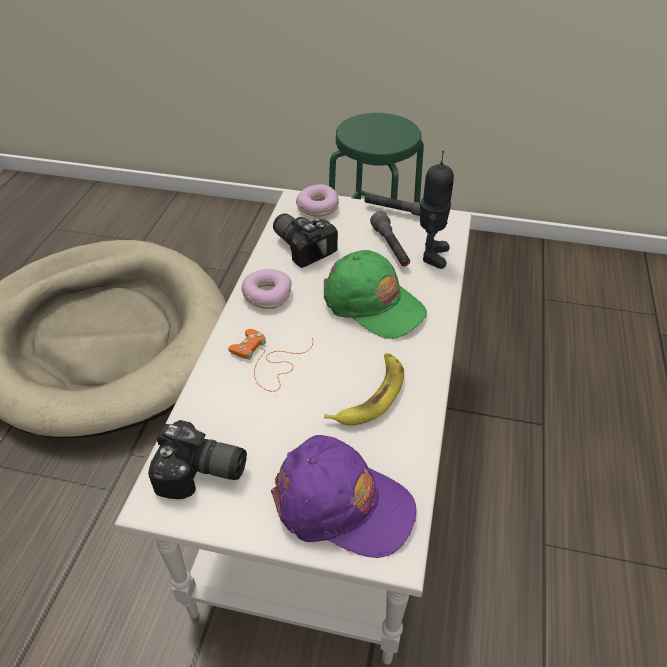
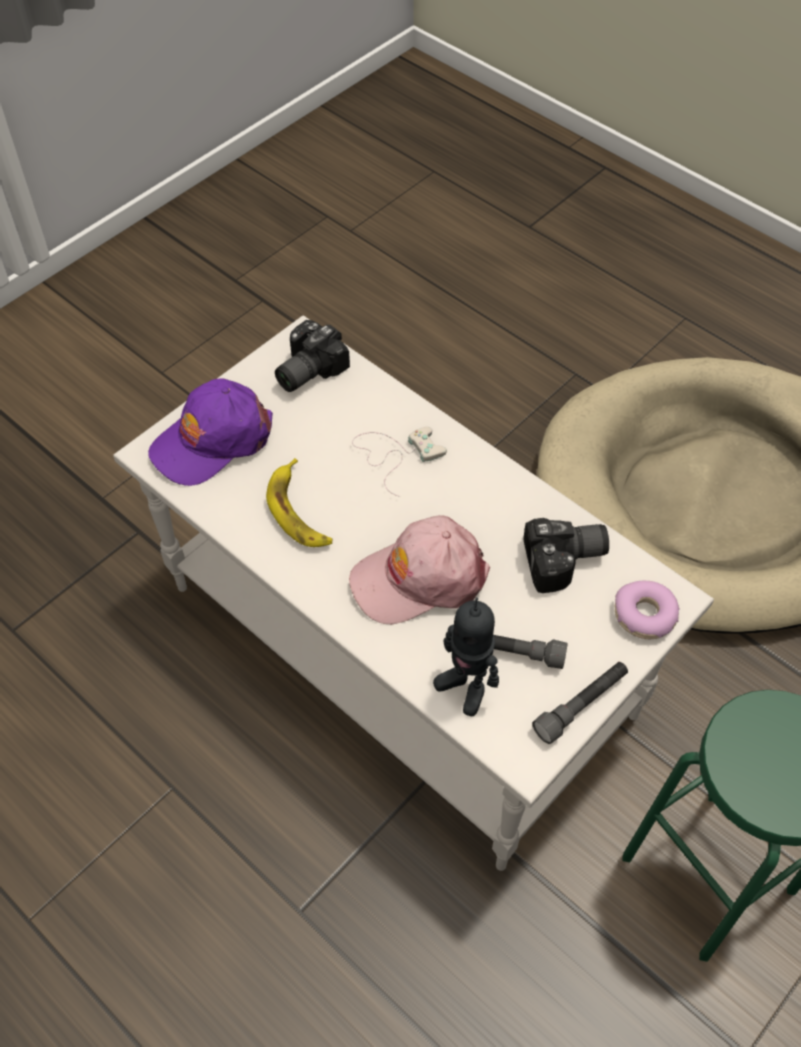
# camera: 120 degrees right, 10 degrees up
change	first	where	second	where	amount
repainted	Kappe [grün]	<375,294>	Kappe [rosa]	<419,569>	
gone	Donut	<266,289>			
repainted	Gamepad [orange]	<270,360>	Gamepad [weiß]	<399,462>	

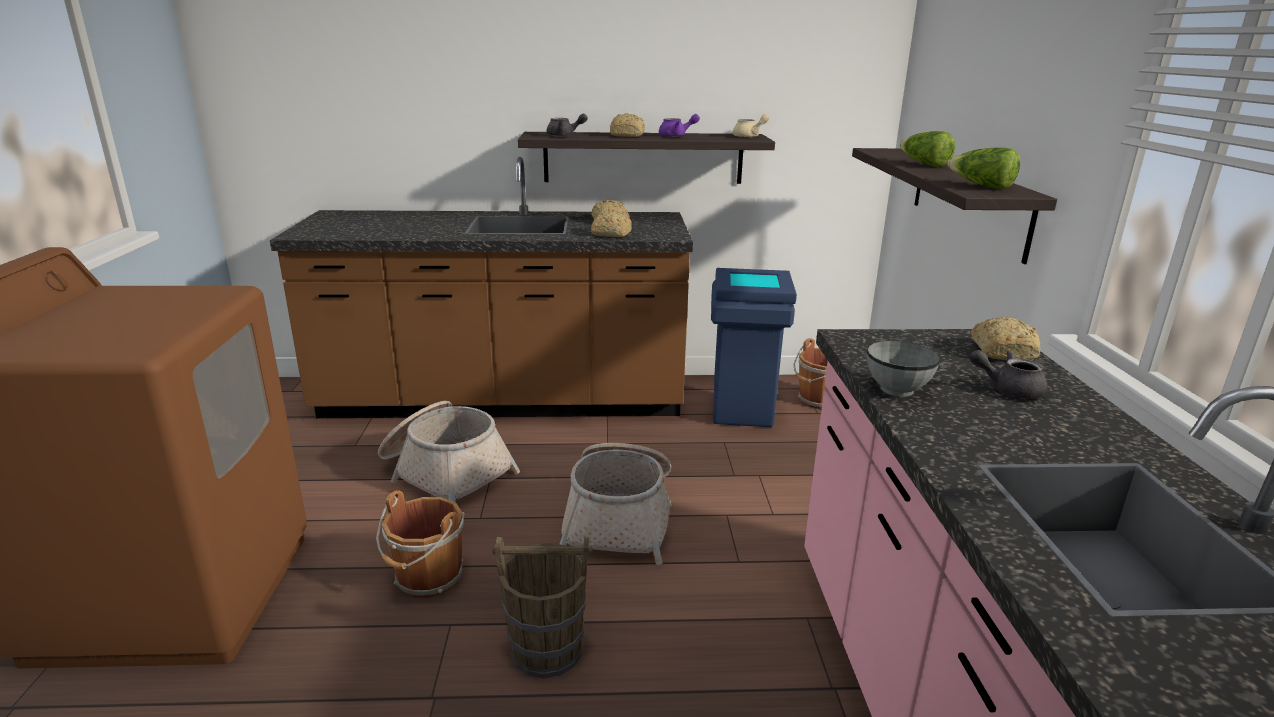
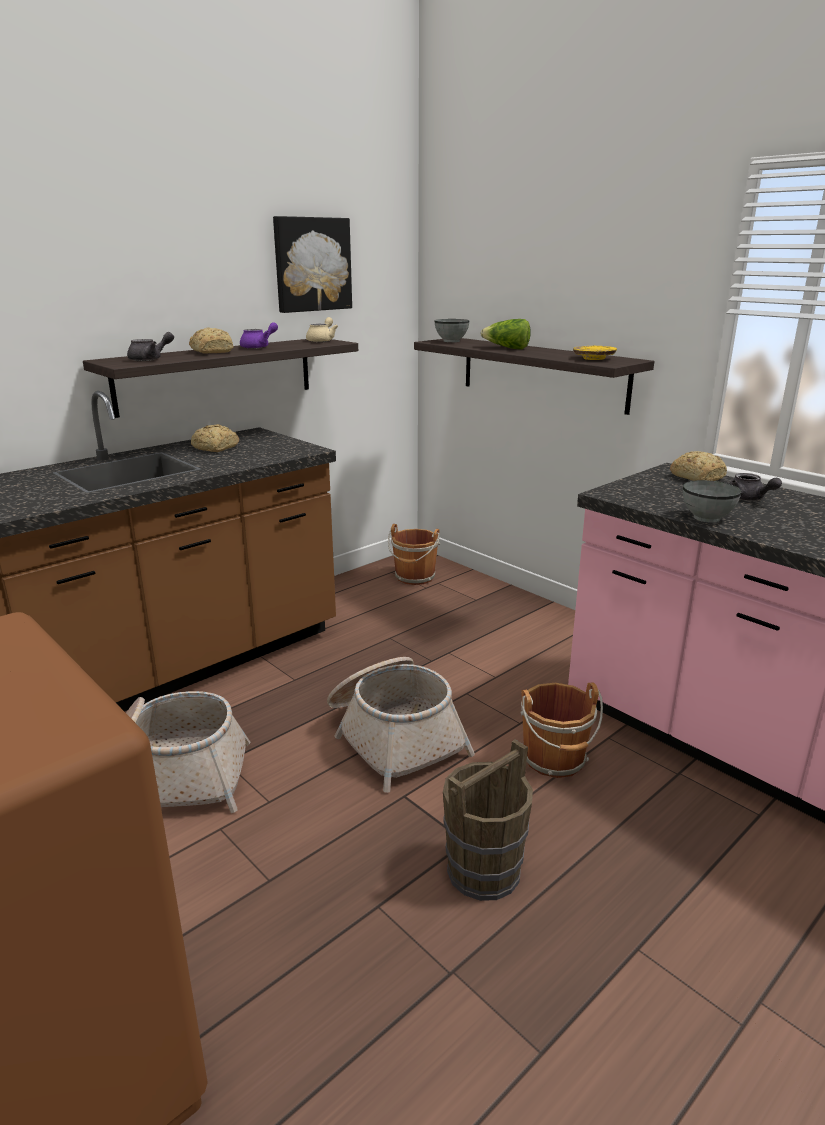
# camera: 40 degrees left, 0 degrees up
change	first	where	second	where	amount
swapped	Salatkopf	<984,168>	Teller [gelb]	<595,353>	
gone	Brot	<611,224>			
gone	Mülleimer [blau]	<754,347>			
rotated	Teekanne [grau]	<1008,374>		<755,487>	90 degrees counterclockwise
shifted	Eimer [braun]	<420,543>		<561,730>	
new			Bild	<312,264>	
new			Schüssel [grau]	<452,330>	

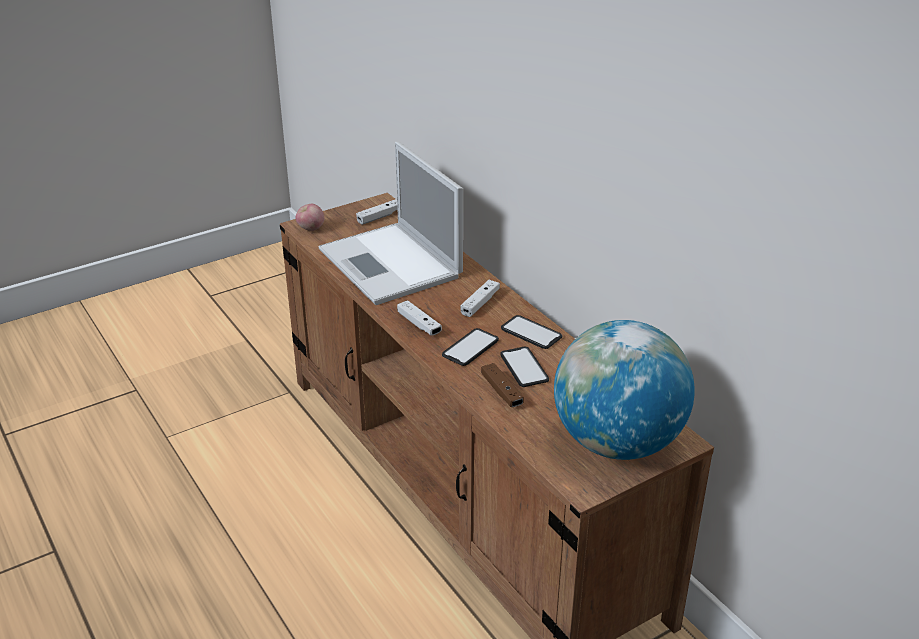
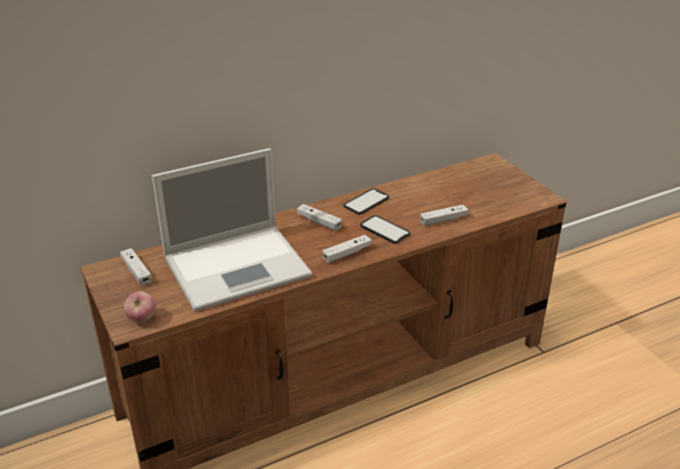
# camera: 85 degrees left, 0 degrees up
change	first	where	second	where	amount
gone	Globus	<624,390>			
gone	Handy	<524,367>			
repainted	Gamepad [braun]	<502,385>	Gamepad [weiß]	<444,215>	

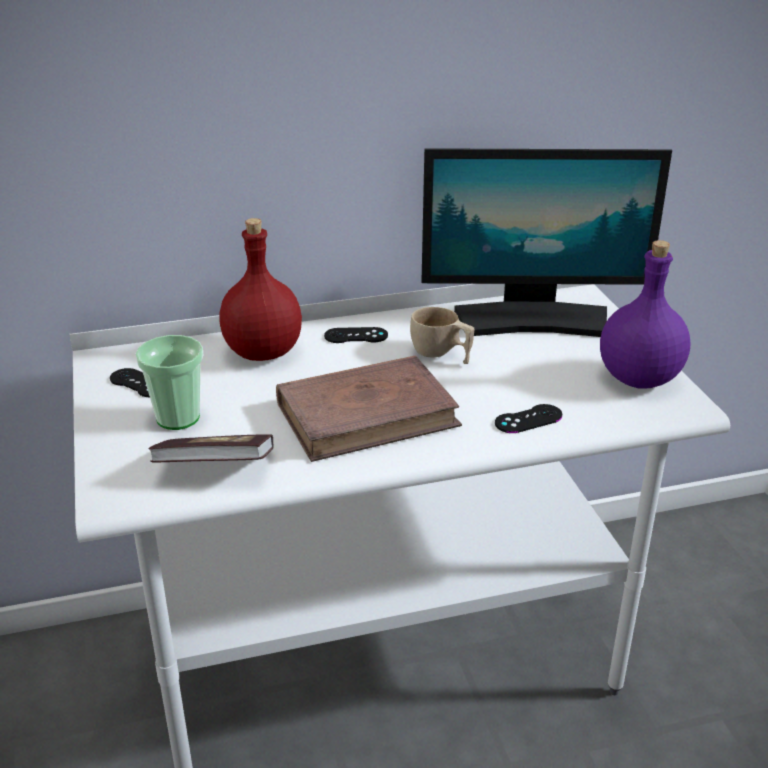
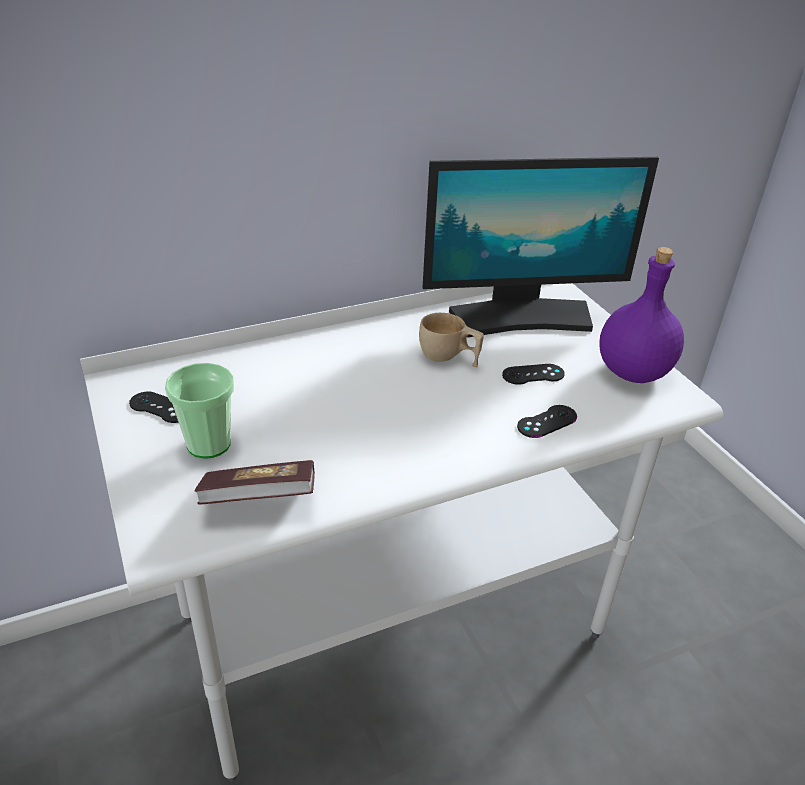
# camera: 10 degrees left, 5 degrees up
change	first	where	second	where	amount
gone	Flasche [rot]	<260,289>			
shifted	Gamepad [schwarz]	<356,335>		<533,374>	
gone	Buch [braun]	<369,408>			

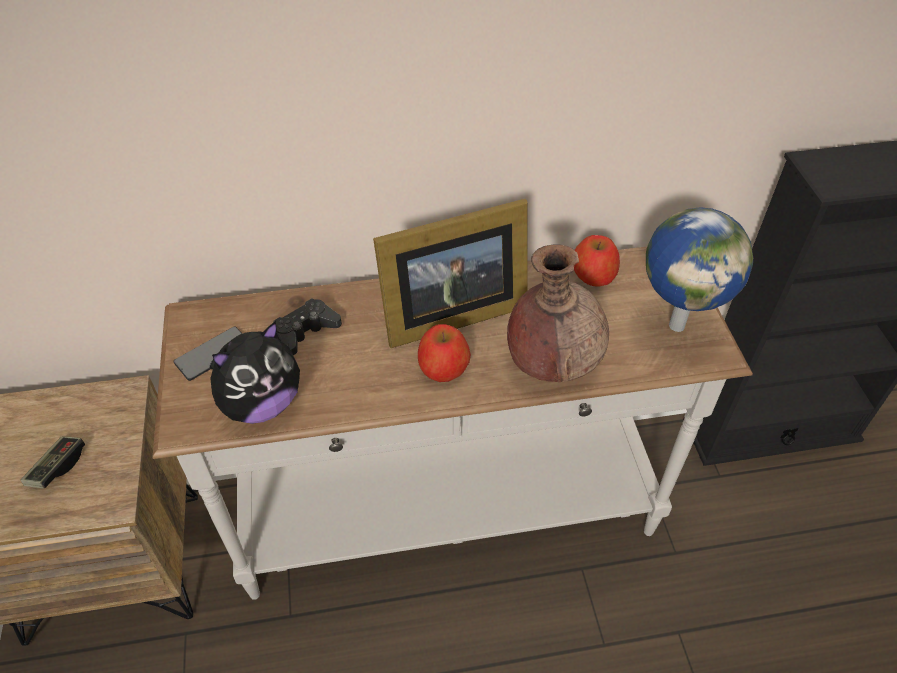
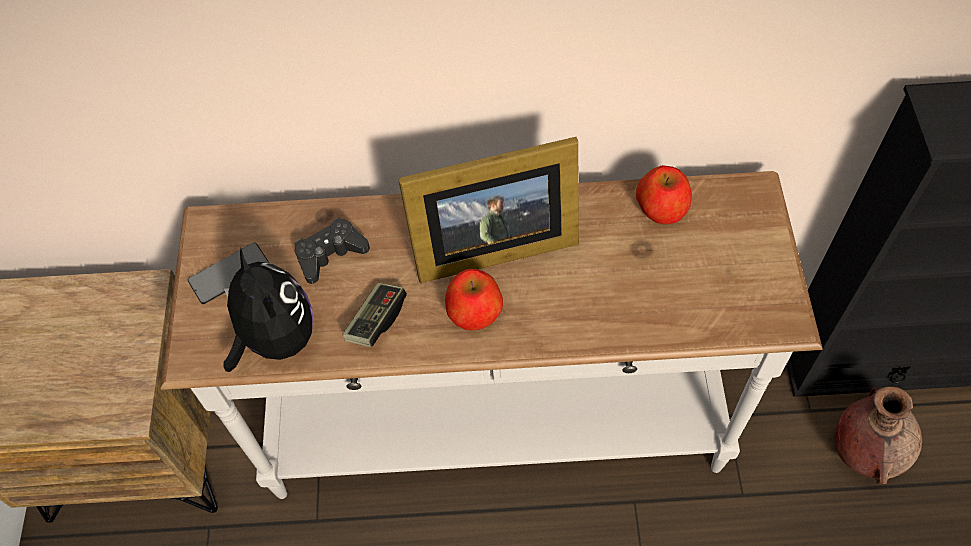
# camera: 10 degrees right, 10 degrees up
change	first	where	second	where	amount
gone	Globus	<699,270>			
shifted	Vase [braun]	<558,313>		<878,435>	
rotated	Plüschtier	<255,372>		<268,310>	90 degrees counterclockwise
shifted	Gamepad	<53,462>		<374,315>	

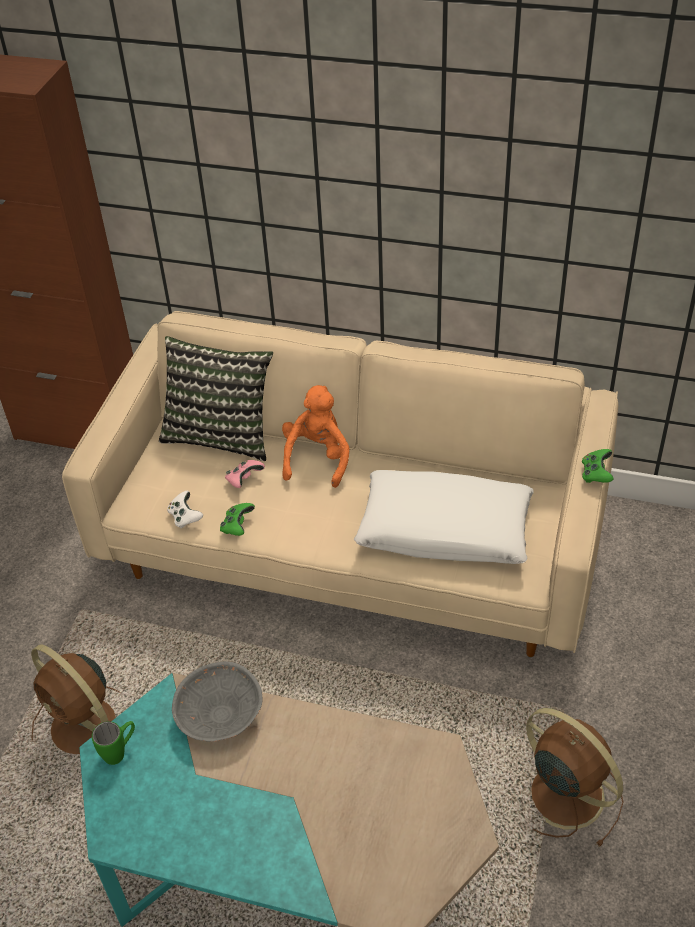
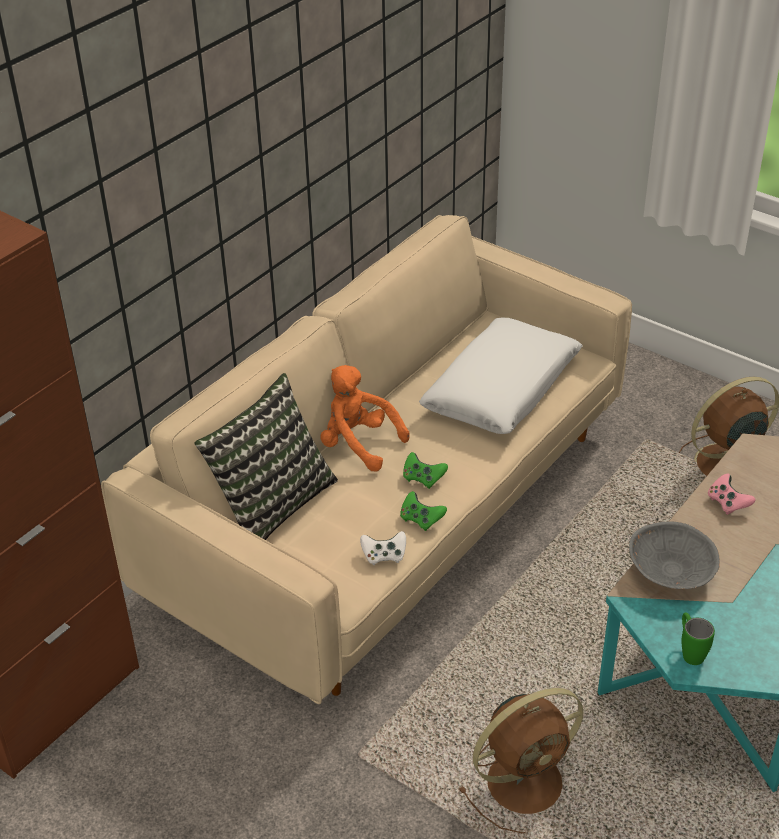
# camera: 70 degrees left, 5 degrees down
change	first	where	second	where	amount
shifted	Gamepad [grün]	<597,466>		<425,470>	
shifted	Gamepad [rosa]	<245,474>		<732,494>	

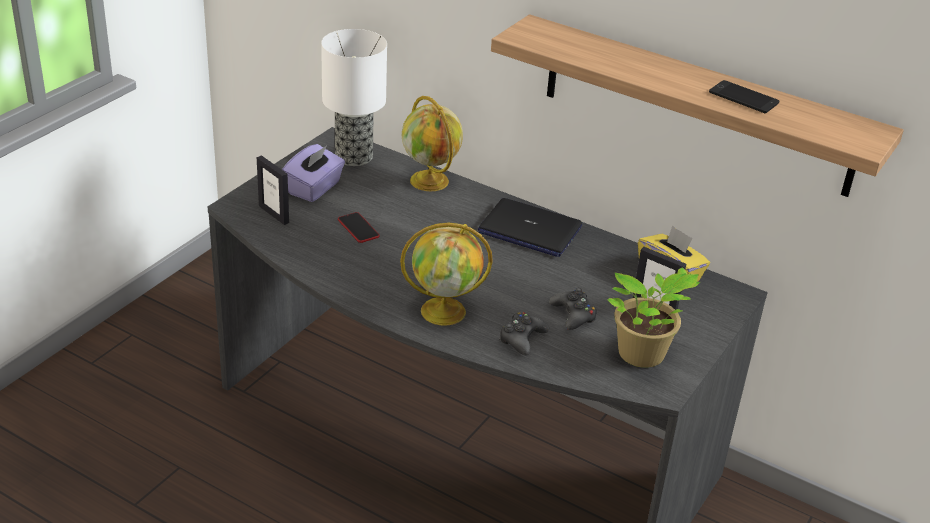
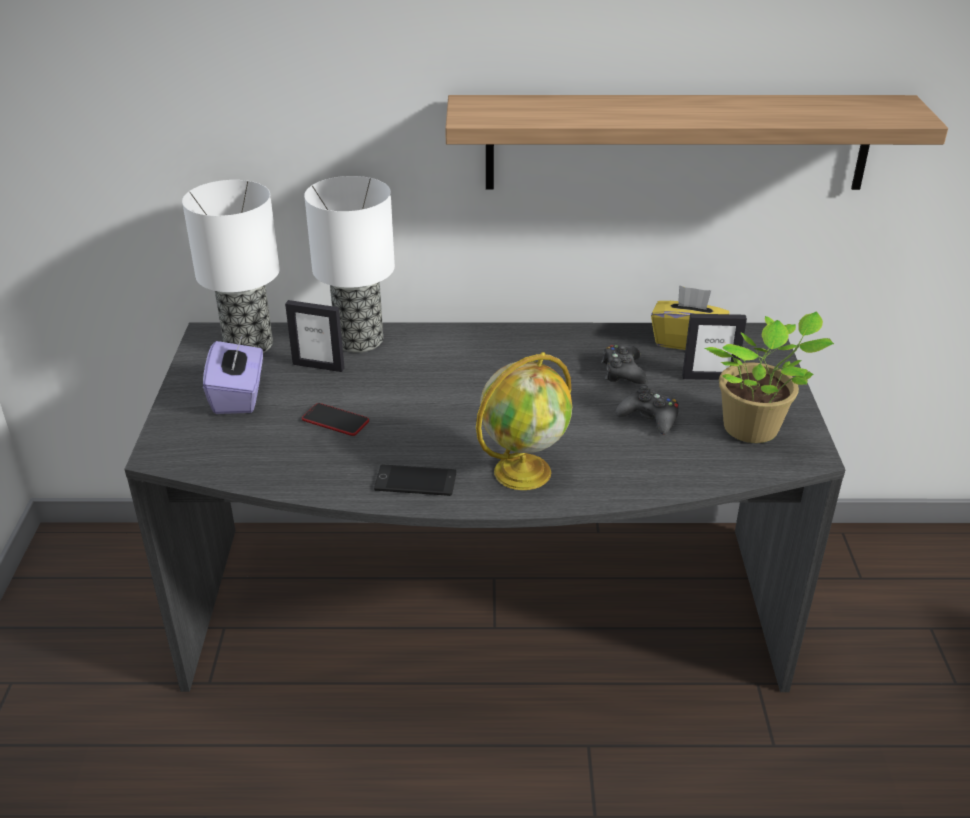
# camera: 30 degrees left, 0 degrees up
change	first	where	second	where	amount
shifted	Handy	<744,96>		<415,480>	
swapped	Globus	<432,143>	Tischlampe	<349,264>	
shifted	Bilderrahmen	<273,190>		<315,336>	
gone	Laptop	<530,227>			
shifted	Gamepad [schwarz]	<524,333>		<624,364>	

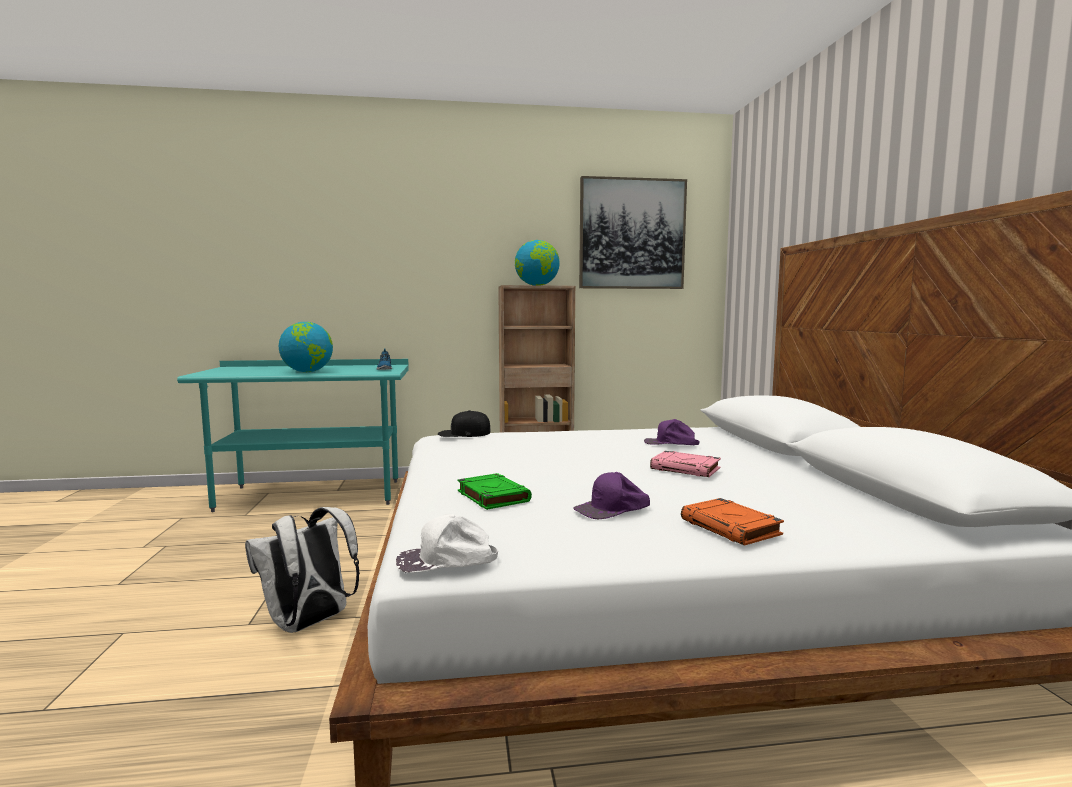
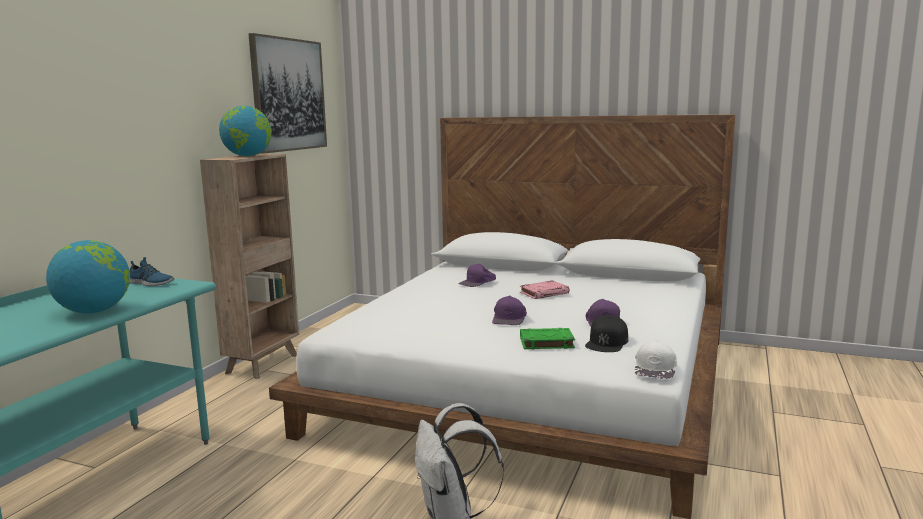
# camera: 60 degrees left, 5 degrees up
change	first	where	second	where	amount
shifted	Kappe [schwarz]	<464,423>		<606,333>	
gone	Buch [orange]	<732,521>			
new			Kappe [lila]	<509,310>	

